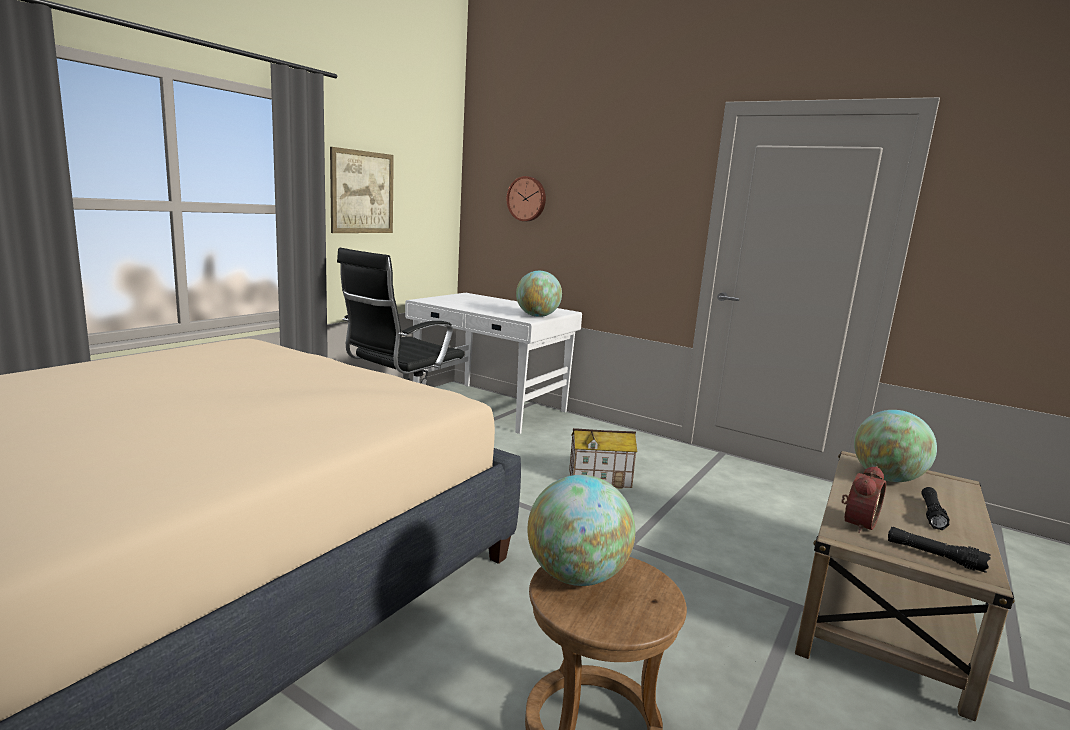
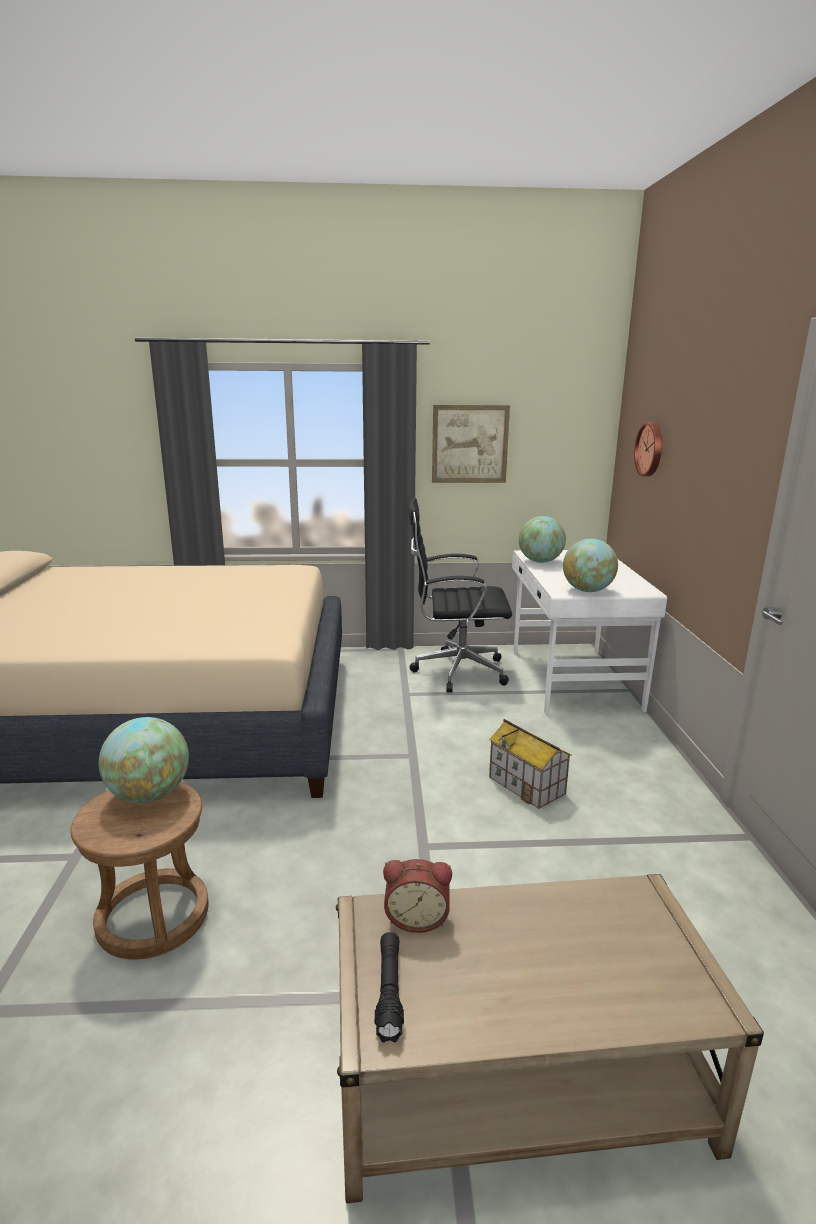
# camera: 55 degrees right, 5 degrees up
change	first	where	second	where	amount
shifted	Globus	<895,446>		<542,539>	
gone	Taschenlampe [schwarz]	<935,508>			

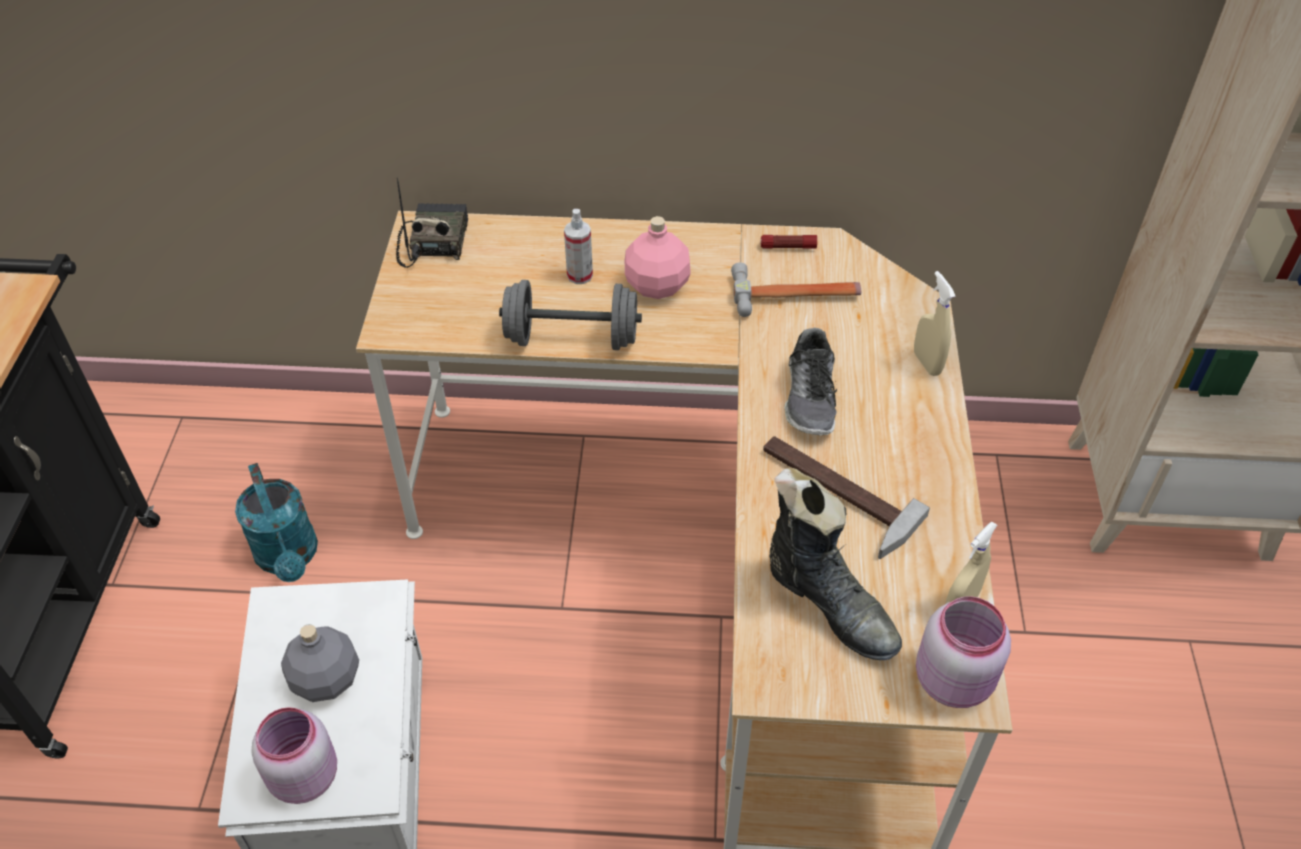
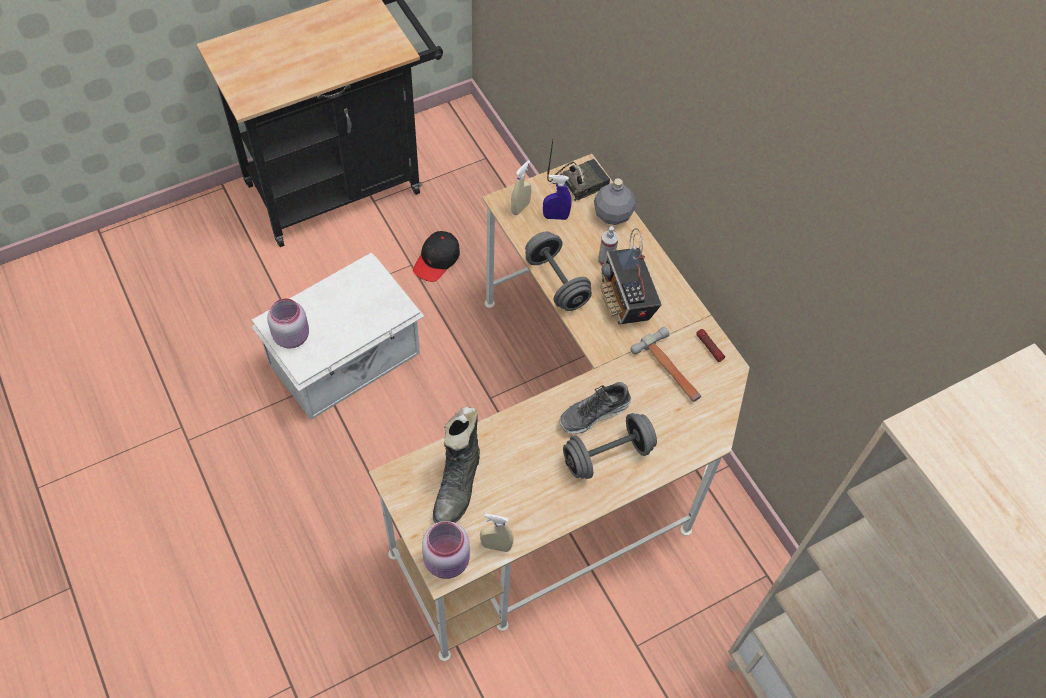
# camera: 55 degrees right, 10 degrees up
change	first	where	second	where	amount
swapped	Flasche [rosa]	<658,257>	Radio	<631,276>	
shifted	Sprühflasche [beige]	<934,323>		<521,187>	
gone	Hammer	<846,497>			
swapped	Gießkanne [türkis]	<276,522>	Kappe [schwarz]	<436,256>	
shifted	Flasche [grau]	<320,663>		<614,201>	
new			Sprühflasche [blau]	<557,197>	
new			Hantel [grau]	<610,446>	

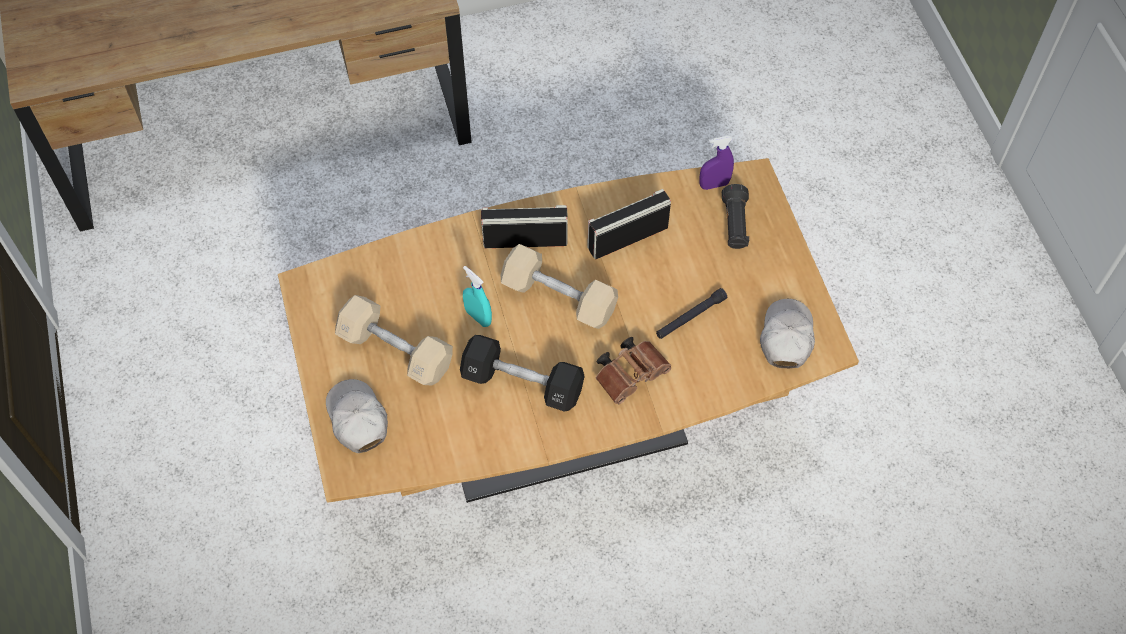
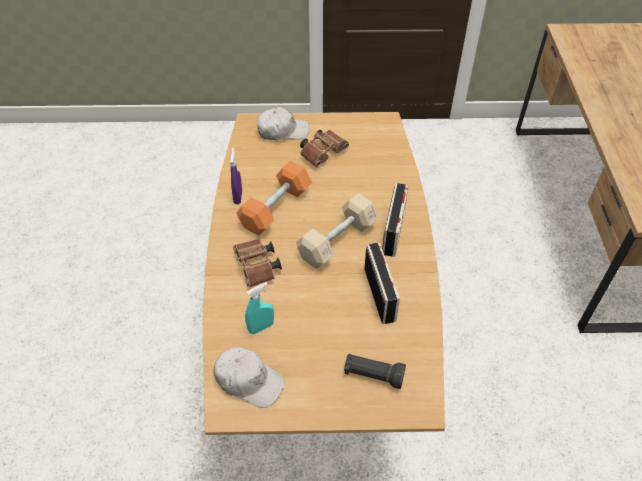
# camera: 105 degrees right, 10 degrees down
change	first	where	second	where	amount
shifted	Sprühflasche [lila]	<716,163>		<236,176>	
shifted	Sprühflasche [türkis]	<477,296>		<259,308>	
gone	Taschenlampe [schwarz]	<691,313>			
swapped	Hantel [beige]	<394,340>	Fernglas [braun]	<324,148>	
repainted	Hantel [schwarz]	<522,373>	Hantel [orange]	<274,198>	

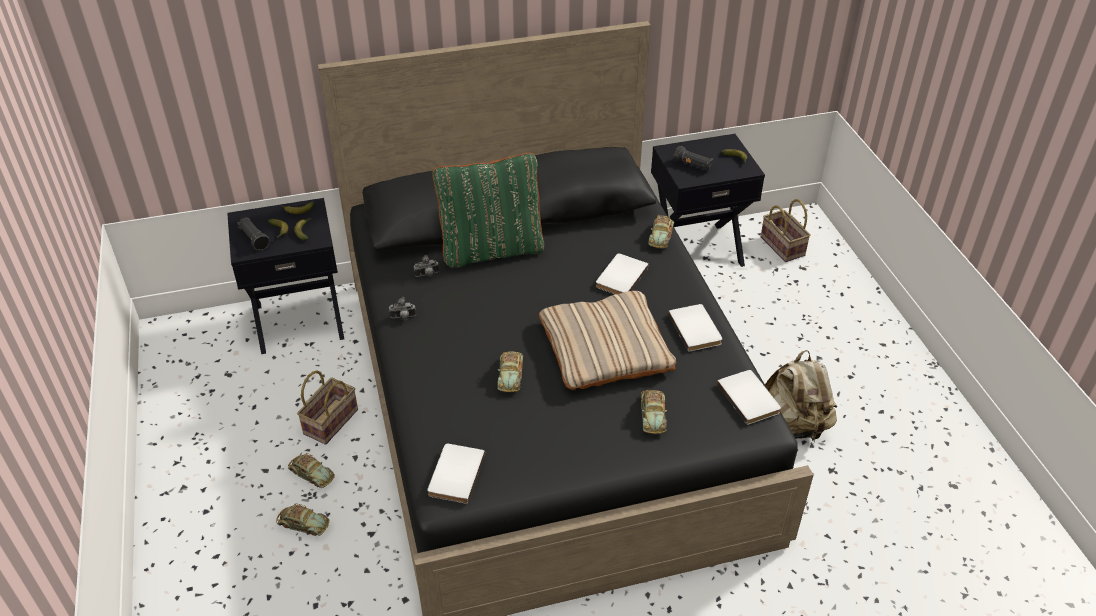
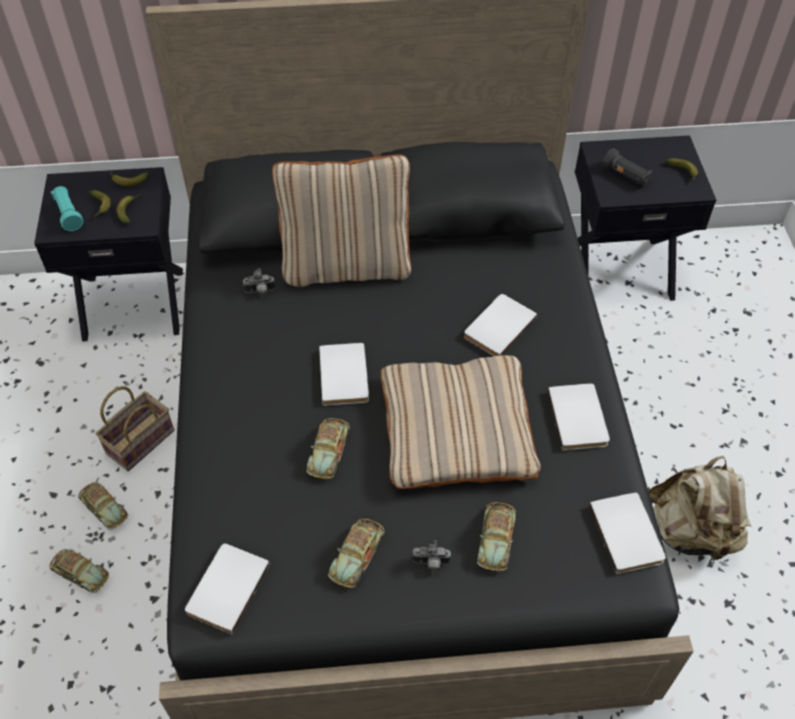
# camera: 10 degrees right, 10 degrees up
change	first	where	second	where	amount
repainted	Kissen [grün]	<488,210>	Kissen [beige]	<342,220>	
gone	Korb	<785,230>			
shifted	Spielzeugauto	<661,231>		<356,553>	
repainted	Taschenlampe [schwarz]	<254,234>	Taschenlampe [türkis]	<67,208>	
shifted	Kamera	<402,308>		<431,556>	
new			Buch [weiß]	<344,374>	

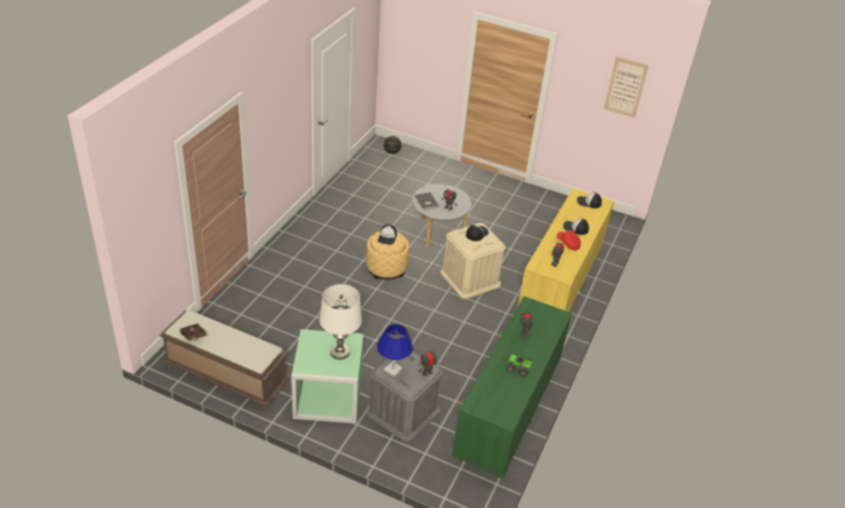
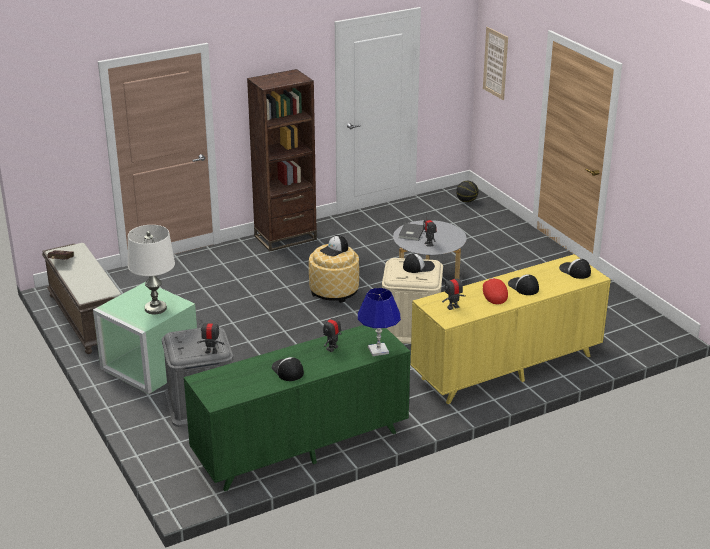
# camera: 40 degrees right, 10 degrees down
change	first	where	second	where	amount
shifted	Bild	<626,87>		<495,63>	
shifted	Tischlampe [blau]	<395,350>		<379,322>	
swapped	Spielzeuglaster	<519,365>	Kappe	<288,369>	
new			Bücherregal [braun]	<282,160>	

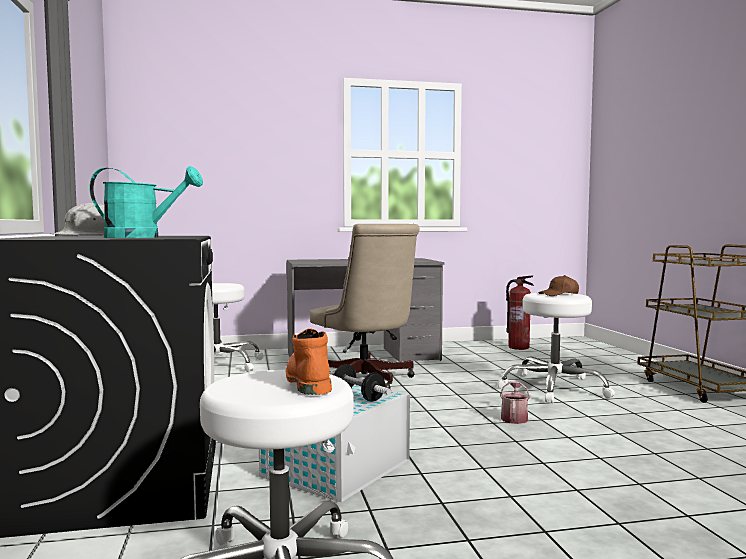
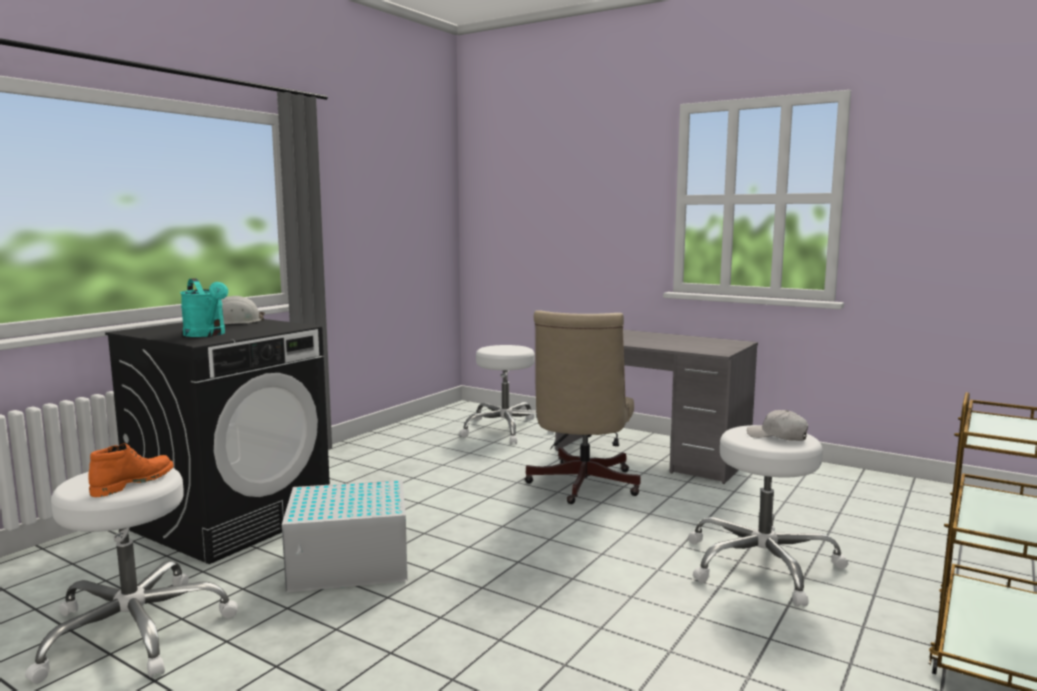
# camera: 45 degrees right, 5 degrees up
change	first	where	second	where	amount
gone	Feuerlöscher	<520,312>			
repainted	Kappe [braun]	<559,285>	Kappe [weiß]	<777,425>	
gone	Hantel	<360,382>			
gone	Gießkanne	<515,402>			

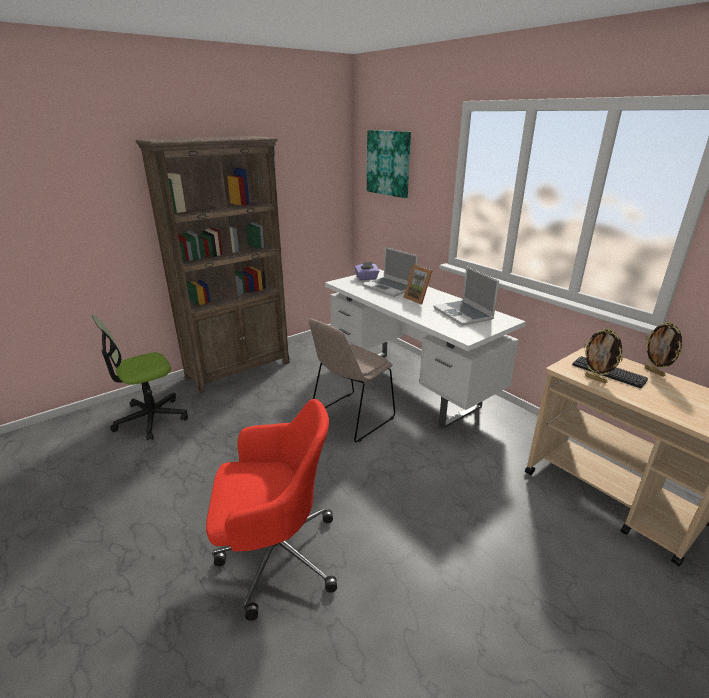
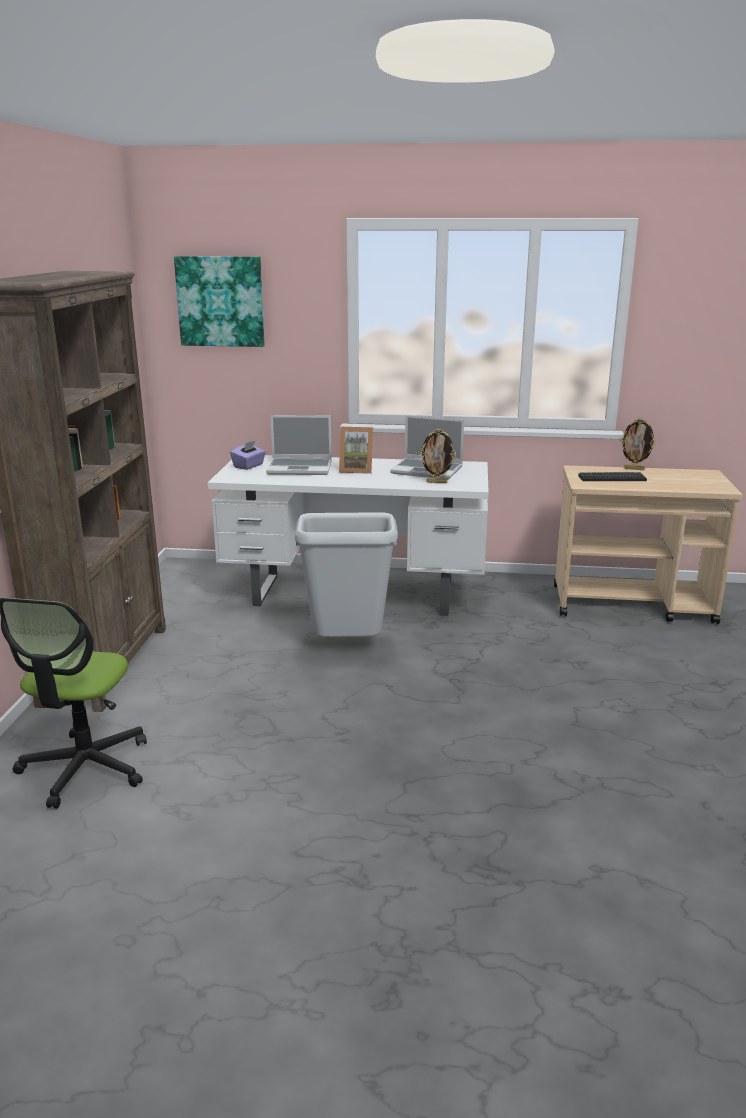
# camera: 45 degrees left, 5 degrees down
change	first	where	second	where	amount
swapped	Stuhl [beige]	<352,380>	Mülleimer [grau]	<346,574>	
shifted	Bilderrahmen	<603,355>		<438,456>	
gone	Bürostuhl [rot]	<271,510>			

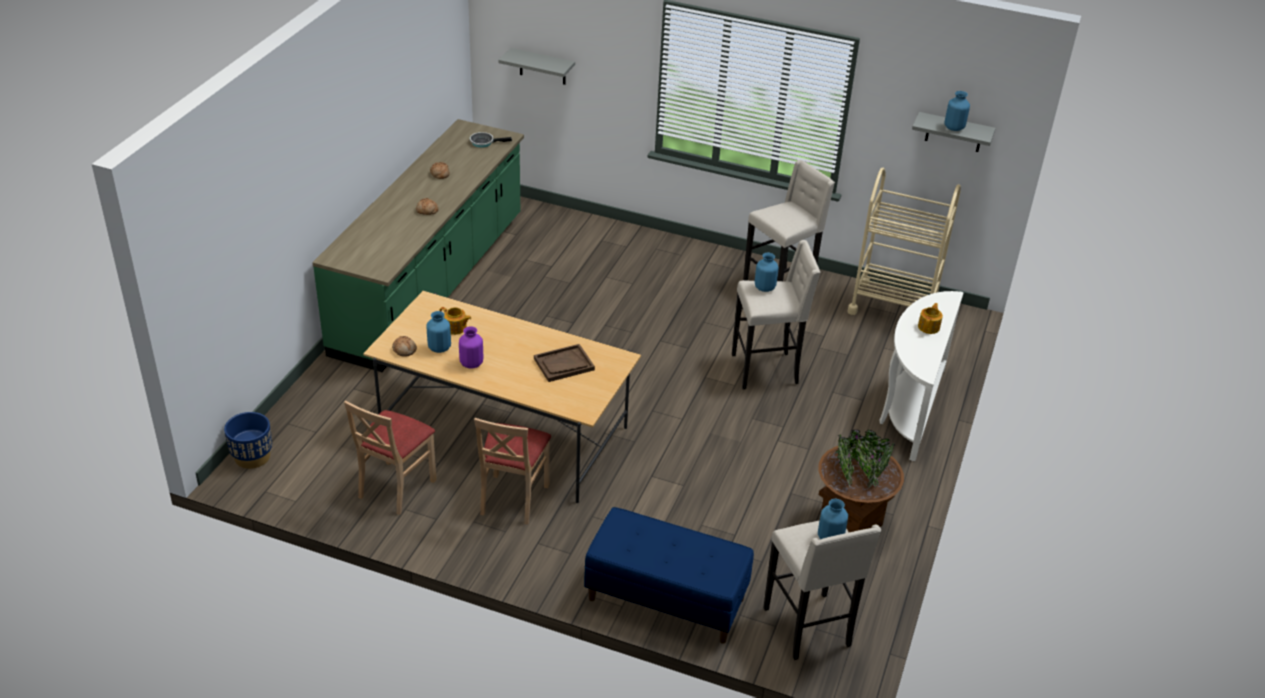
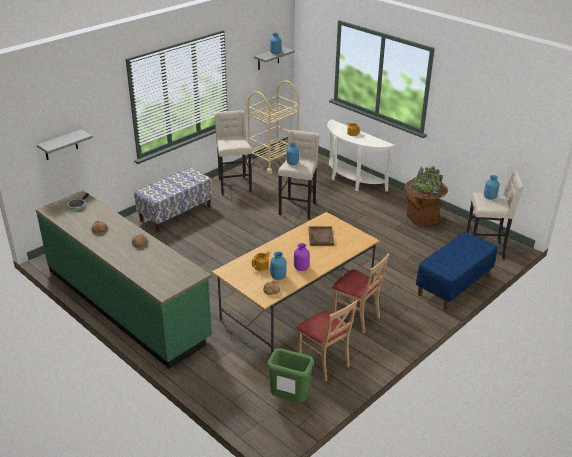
# camera: 65 degrees left, 5 degrees down
change	first	where	second	where	amount
gone	Pflanzkübel [blau]	<248,440>			
new			Bank	<173,199>	
new			Mülleimer [grün]	<290,375>	

